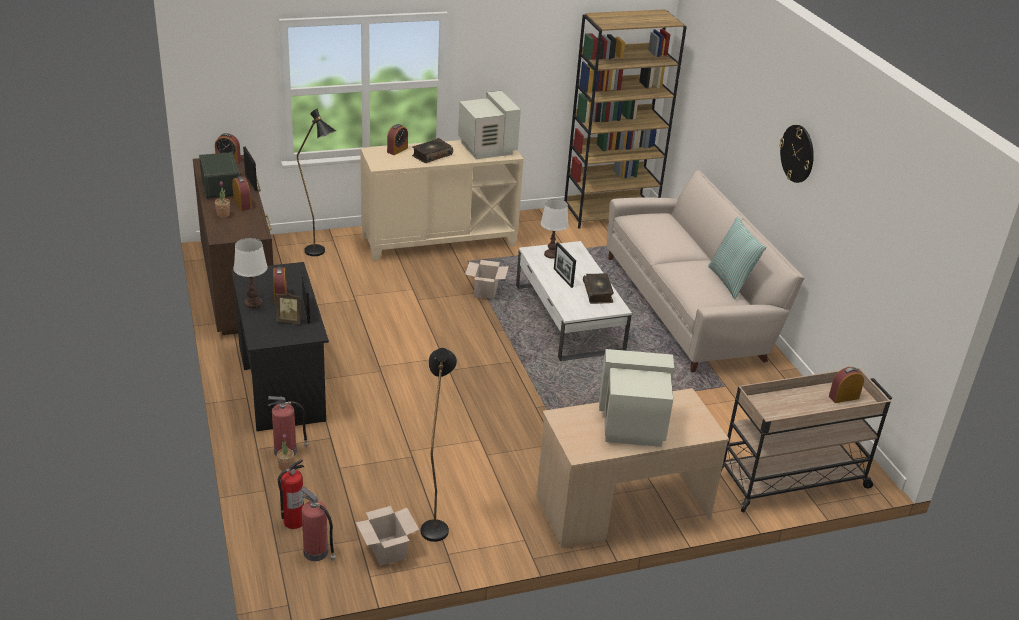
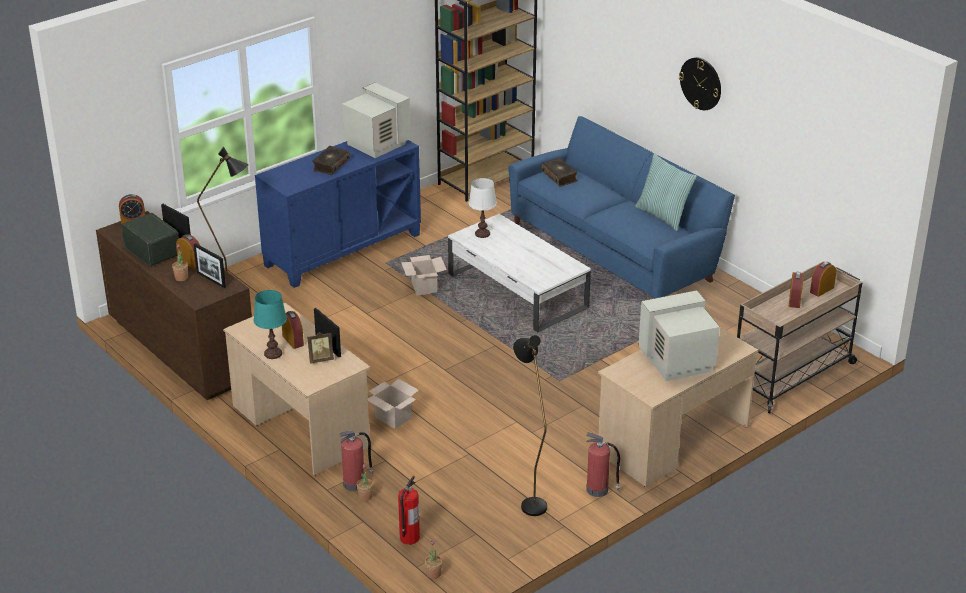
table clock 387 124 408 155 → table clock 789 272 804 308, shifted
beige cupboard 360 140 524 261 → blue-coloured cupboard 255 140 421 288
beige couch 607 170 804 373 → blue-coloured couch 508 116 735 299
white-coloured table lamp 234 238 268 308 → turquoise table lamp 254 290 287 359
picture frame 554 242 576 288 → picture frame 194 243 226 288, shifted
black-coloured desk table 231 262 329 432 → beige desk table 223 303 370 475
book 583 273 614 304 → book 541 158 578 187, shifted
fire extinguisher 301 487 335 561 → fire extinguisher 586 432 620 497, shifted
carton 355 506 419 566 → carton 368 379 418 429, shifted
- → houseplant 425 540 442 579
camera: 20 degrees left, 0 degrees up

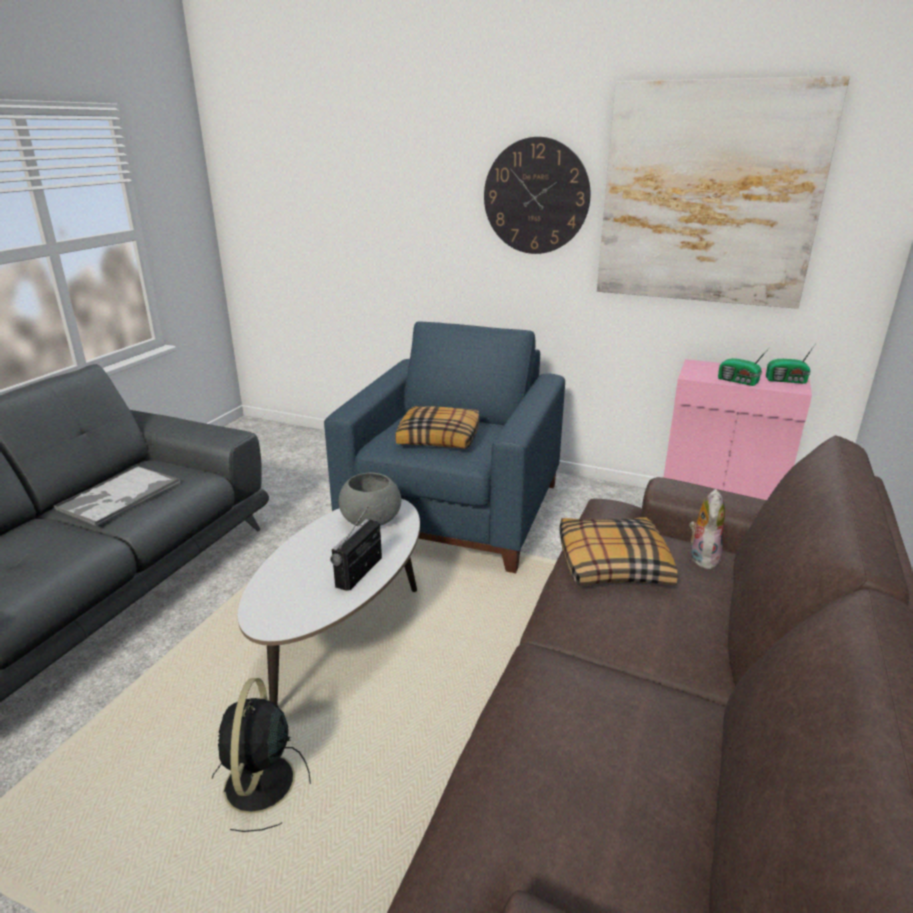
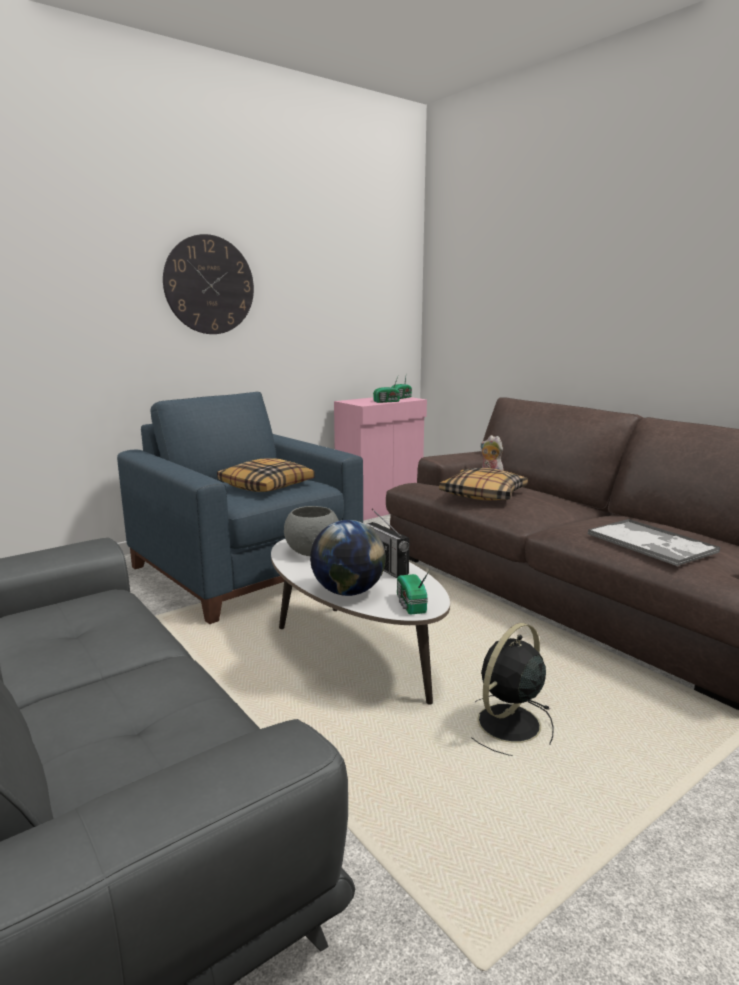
picture 597 76 850 309 → -
carrying tray 54 466 180 527 → carrying tray 587 519 721 566, shifted
black-coloured fan 212 678 311 832 → black-coloured fan 471 623 554 756, 105 degrees clockwise
- → globe 310 520 386 596
- → radio 397 570 430 614
camera: 60 degrees left, 10 degrees down

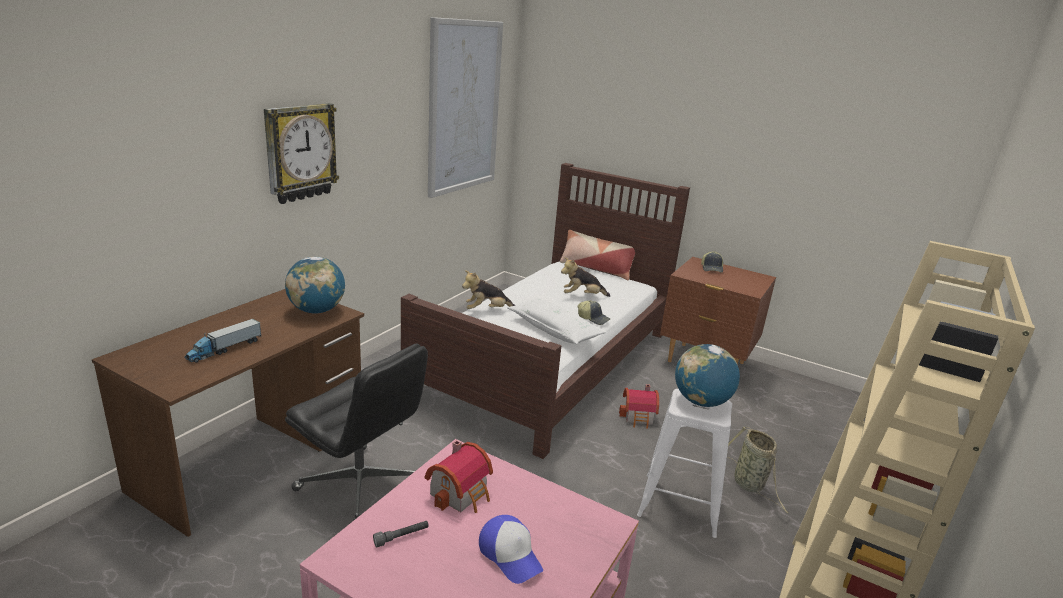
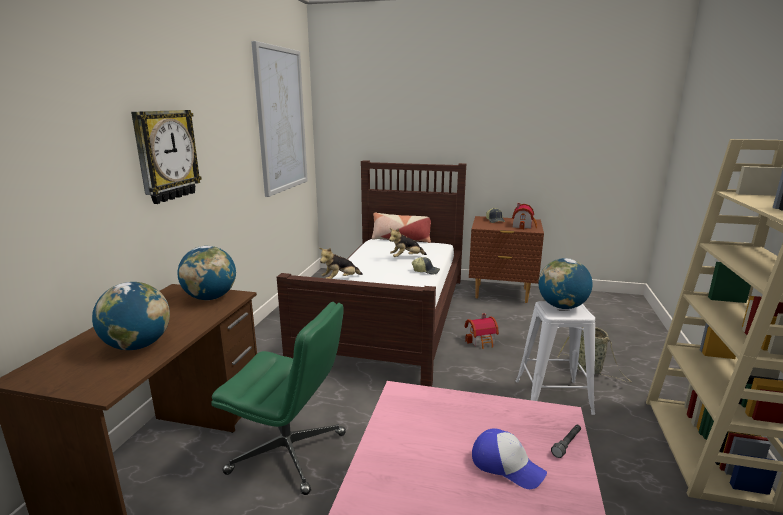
white-coloured throw pillow 507 298 606 344 → -
toy lorry 184 319 261 363 → globe 92 282 170 350
black-coloured desk chair 285 343 428 522 → green-coloured desk chair 211 302 346 495
model house 425 440 493 513 → model house 512 203 537 229, shifted
grey hand torch 373 521 429 547 → grey hand torch 551 425 581 458, shifted
camera: 15 degrees left, 5 degrees down

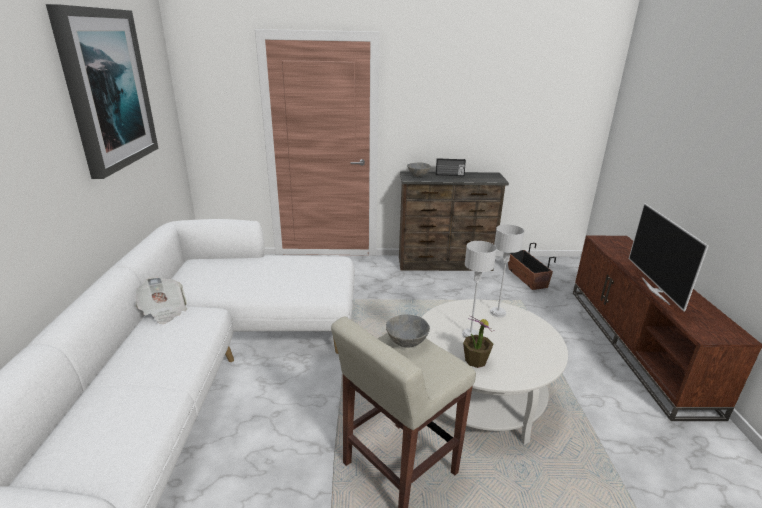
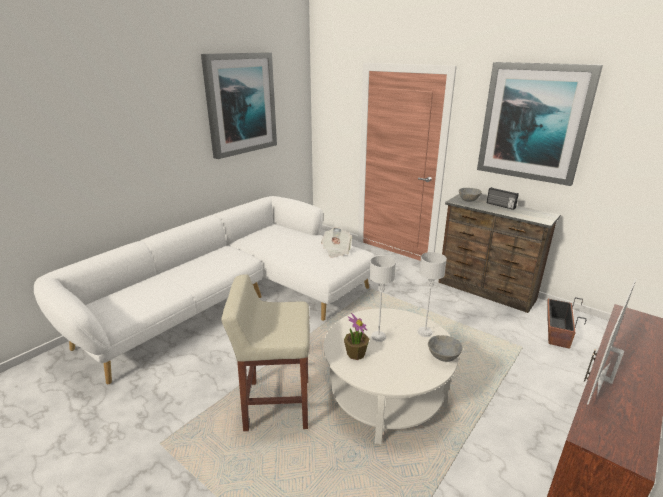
daily paper 135 277 187 324 → daily paper 321 227 352 258, shifted
grey serving bowl 386 314 430 347 → grey serving bowl 428 335 463 362, shifted
- → picture 477 62 603 186
camera: 40 degrees right, 0 degrees up

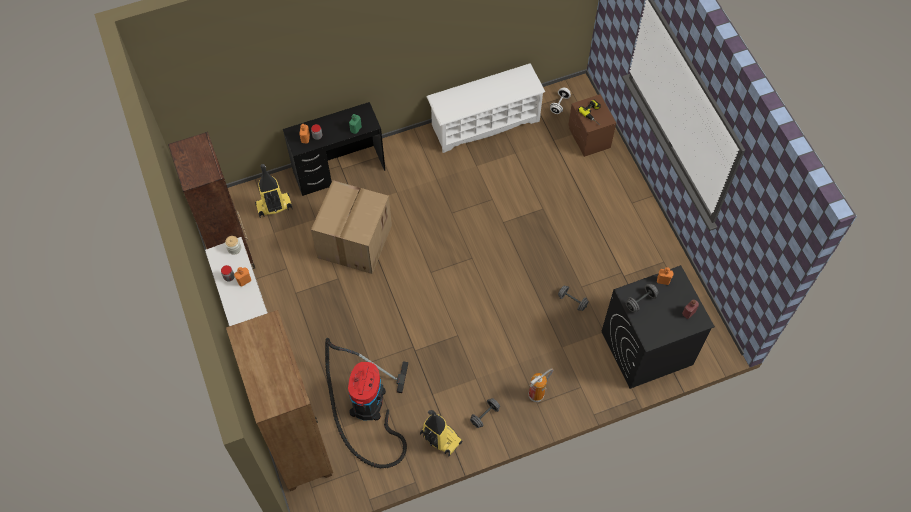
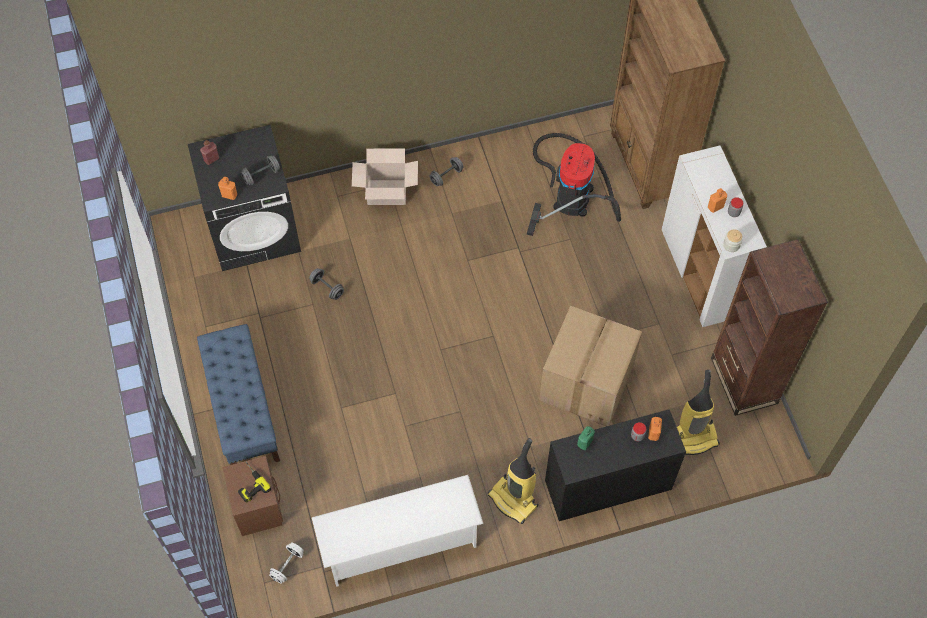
fire extinguisher 529 368 553 402 → carton 352 149 418 205
vacuum 420 410 462 457 → vacuum 488 438 539 524, shifted
- → blue-coloured long seat 197 324 280 465
camera: 175 degrees left, 0 degrees up

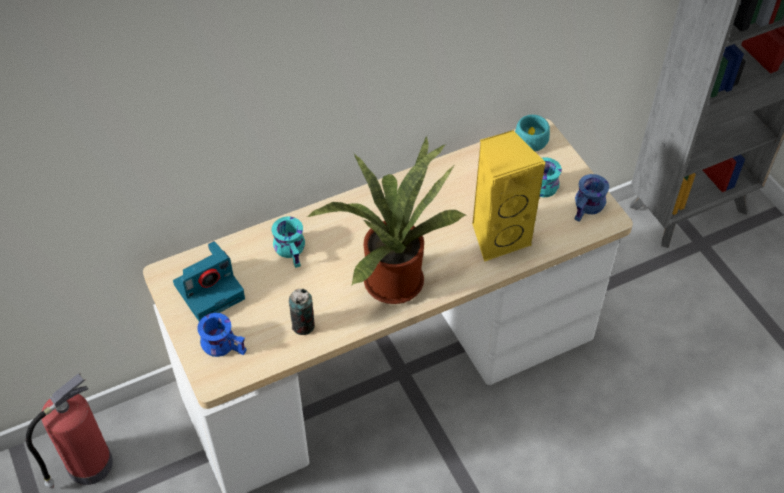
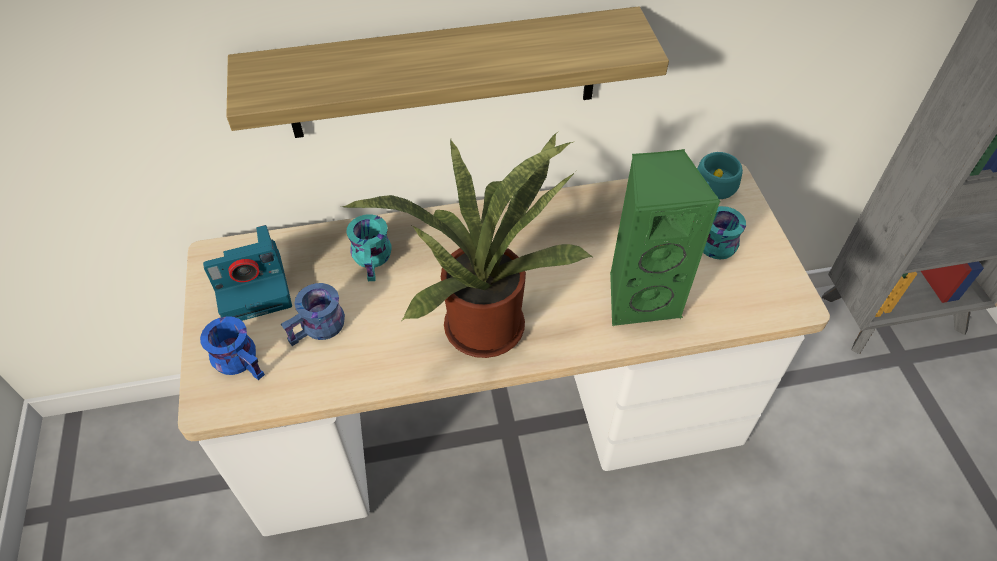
yellowish loudspeaker 472 130 546 262 → green-coloured loudspeaker 610 149 720 326
blue-coloured coffee mug 575 174 609 222 → blue-coloured coffee mug 281 283 345 346, shifted
metal can 289 289 315 335 → -
fire extinguisher 26 374 113 489 → -
- → shelf 226 6 669 138
camera: 15 degrees right, 0 degrees up

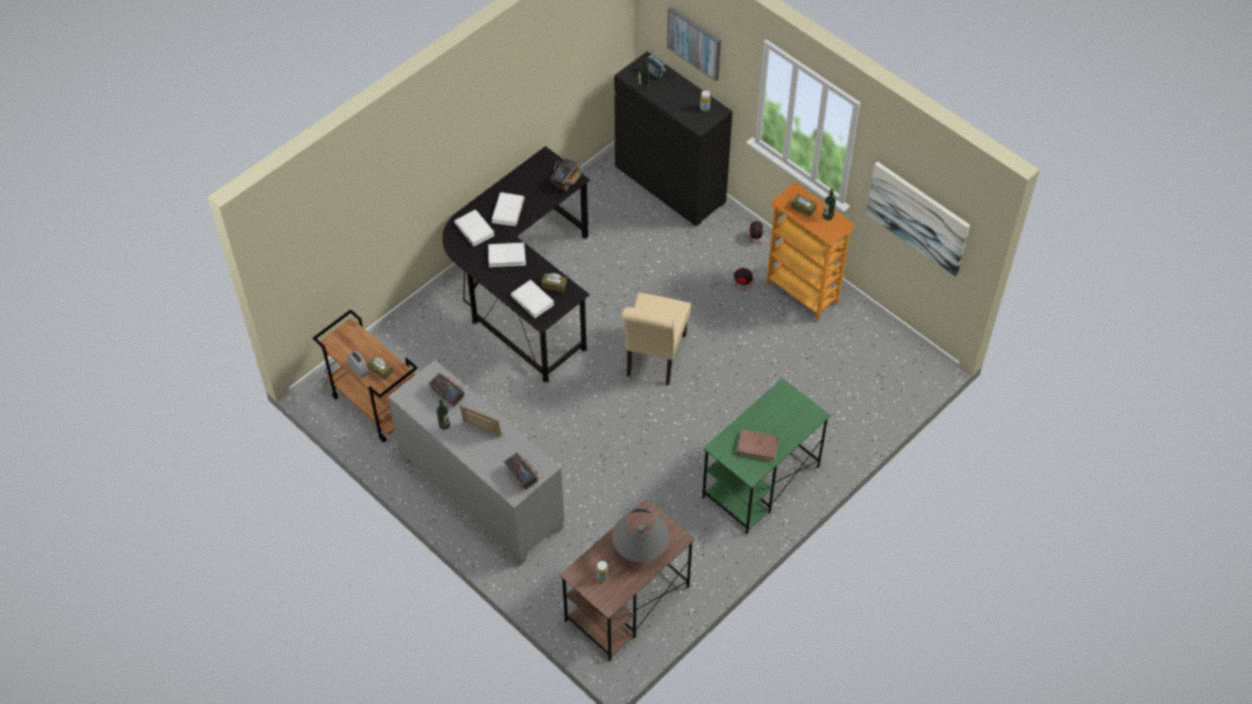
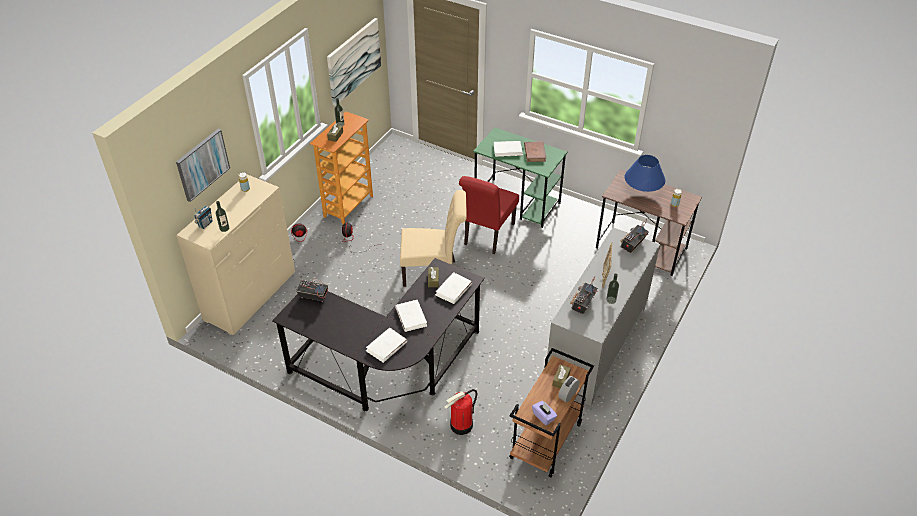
black-coloured chest of drawers 614 52 733 226 → beige chest of drawers 176 174 295 335
white-coloured book 491 192 525 226 → white-coloured book 494 141 523 157, shifted
grey table lamp 612 508 669 562 → blue-coloured table lamp 625 155 665 192
- → reddish plain chair 459 176 519 254
- → fire extinguisher 444 389 477 435
- → purplish tissue box 532 401 557 426
camera: 105 degrees left, 10 degrees down

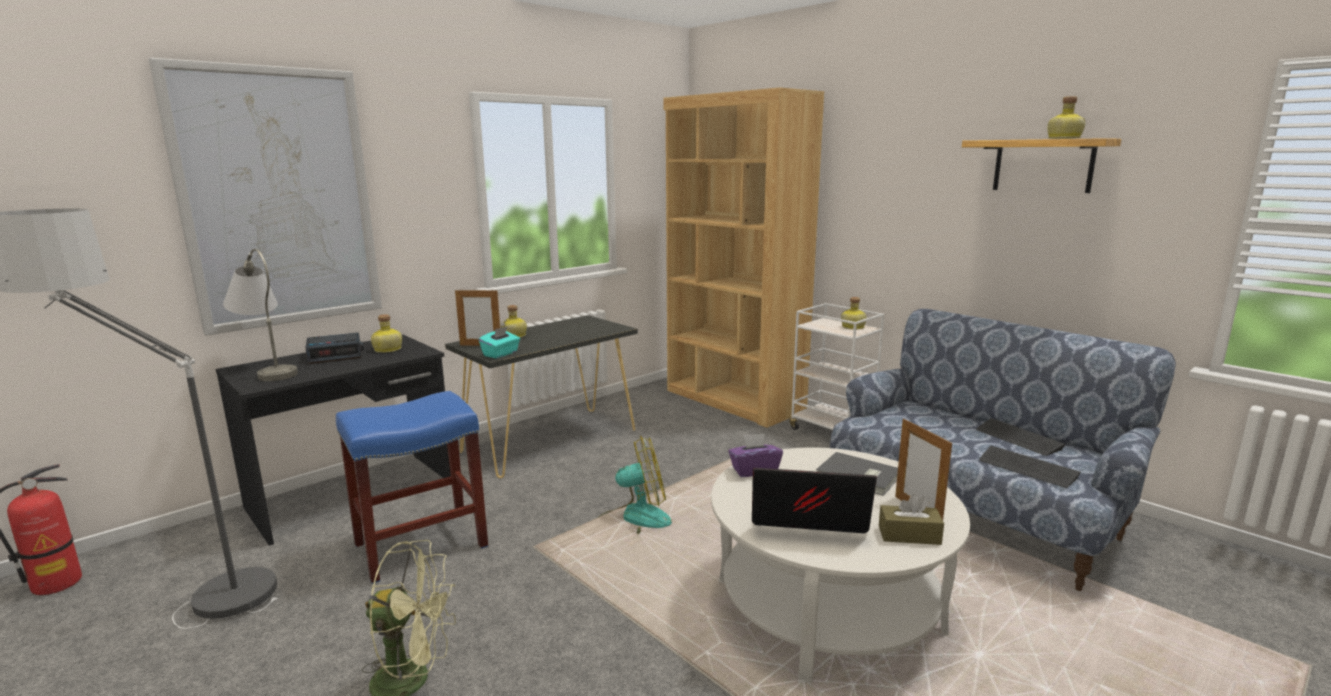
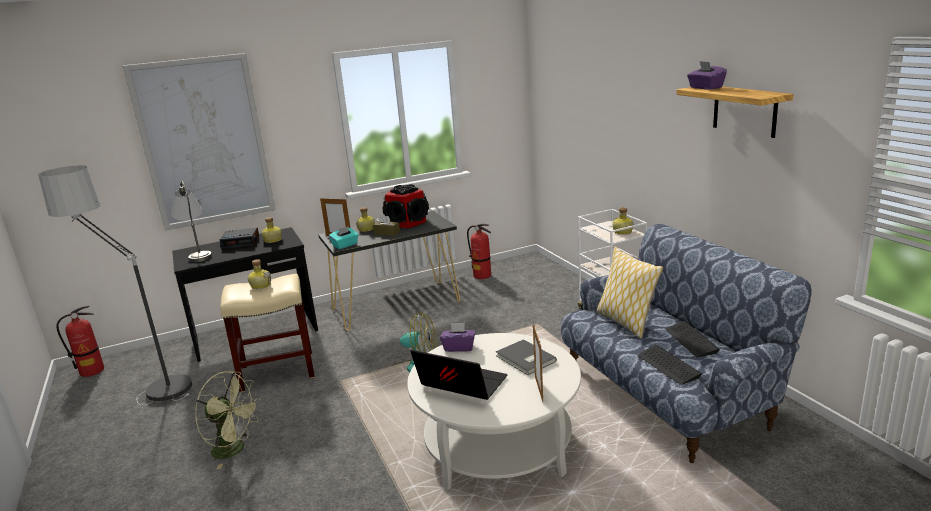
brown-coloured bookshelf 664 87 824 428 → -
beverage bottle 1047 96 1086 139 → beverage bottle 248 259 271 289, shifted
blue-coloured stool 336 391 488 584 → beige stool 220 274 315 393
brown-coloured tissue box 879 493 944 545 → brown-coloured tissue box 373 214 400 236, shifted
- → purplish tissue box 687 61 727 90
- → loudspeaker 383 184 429 228
- → fire extinguisher 467 224 491 279
- → throw pillow 596 247 663 338
camera: 20 degrees right, 5 degrees up

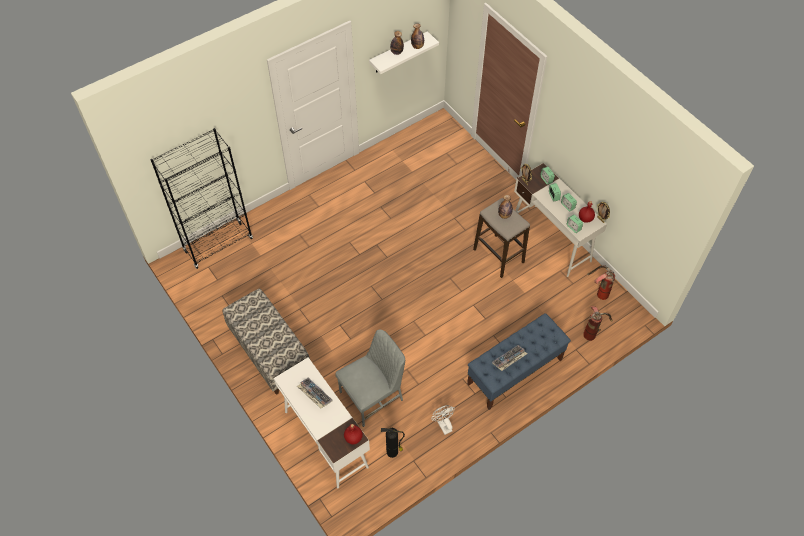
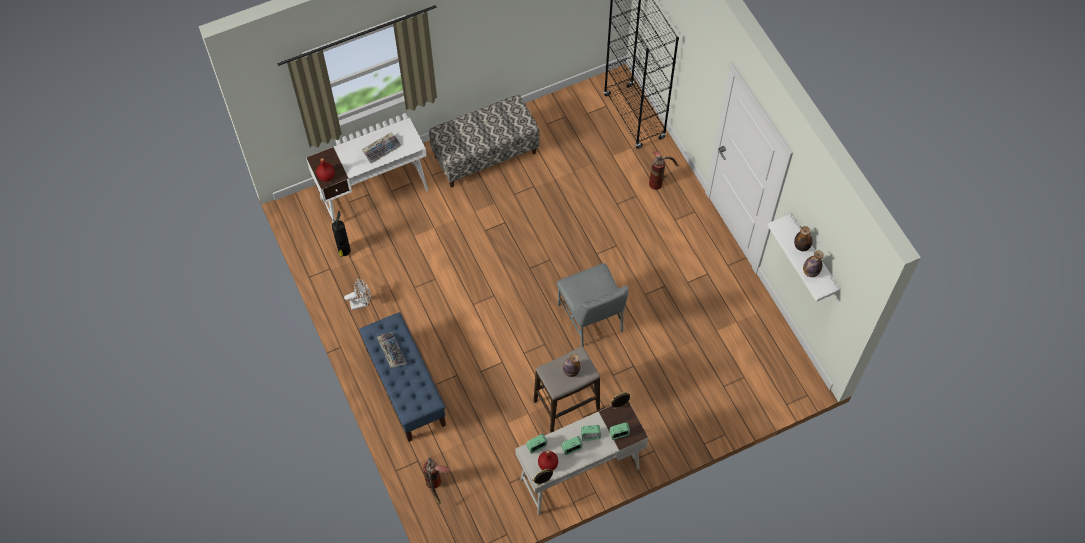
fire extinguisher 587 266 615 300 → fire extinguisher 649 151 679 190, shifted
grey plain chair 335 330 405 427 → grey plain chair 557 263 629 347, shifted
camera: 100 degrees right, 5 degrees up

